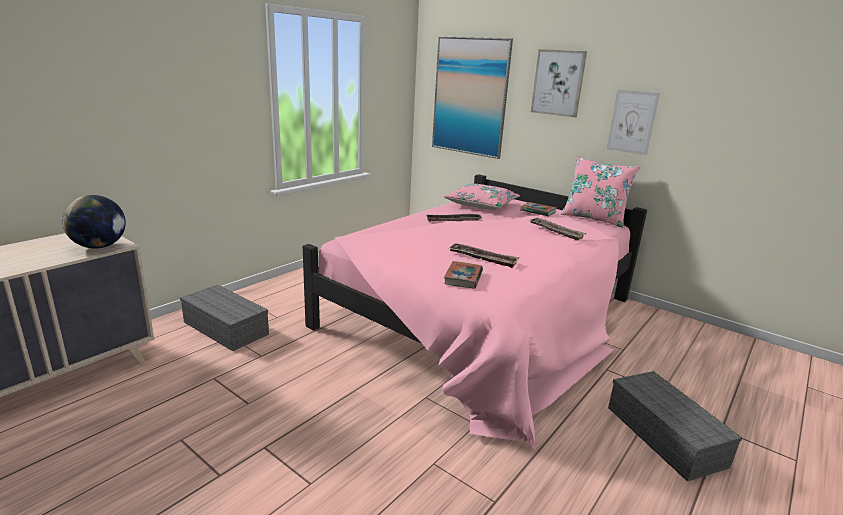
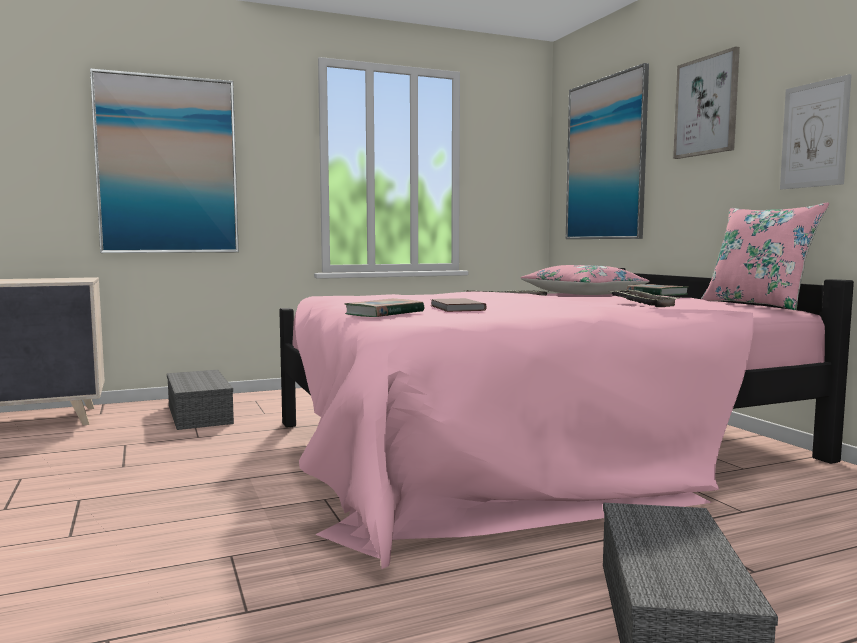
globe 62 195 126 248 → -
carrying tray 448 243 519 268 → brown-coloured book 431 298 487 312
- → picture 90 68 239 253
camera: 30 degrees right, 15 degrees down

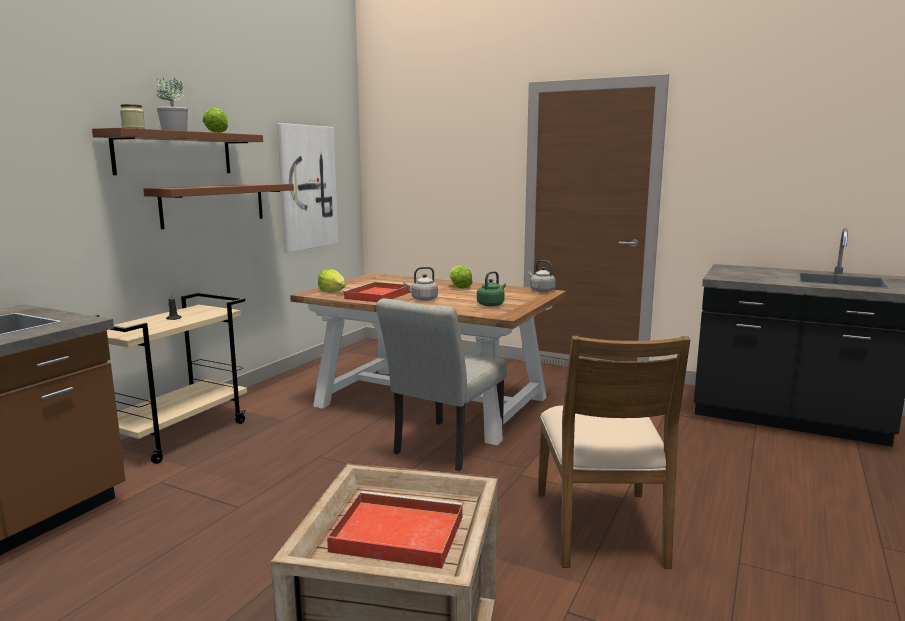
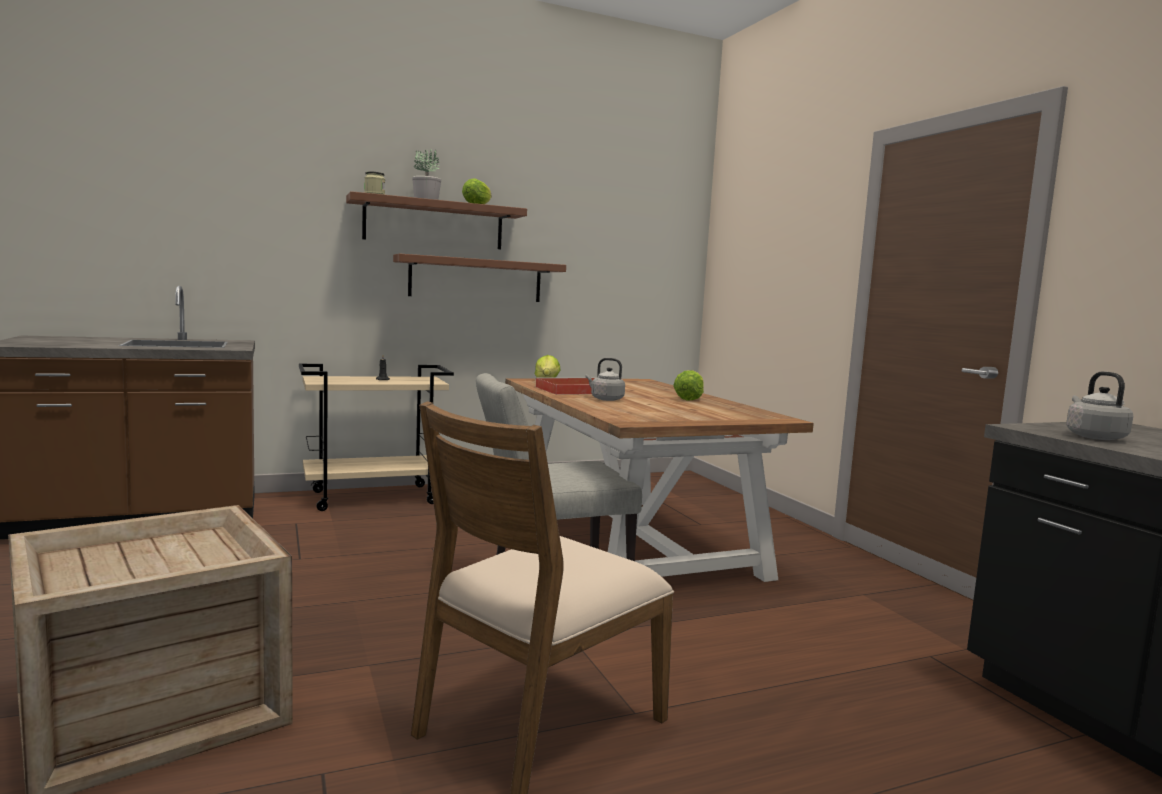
picture 277 123 338 252 → -
grey kettle 528 260 556 292 → grey kettle 1066 372 1133 440, shifted
green-coloured kettle 477 271 506 307 → -
reddish carrying tray 327 491 463 569 → -
camera: 40 degrees right, 5 degrees down

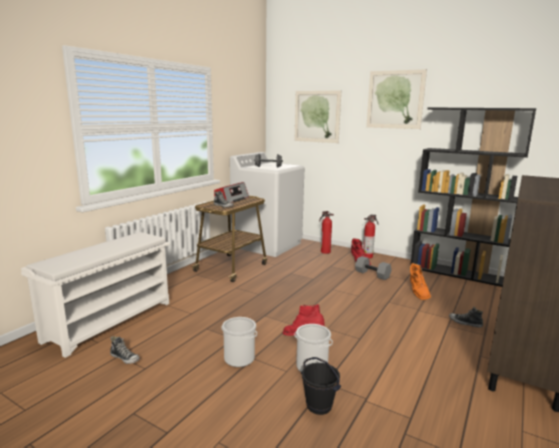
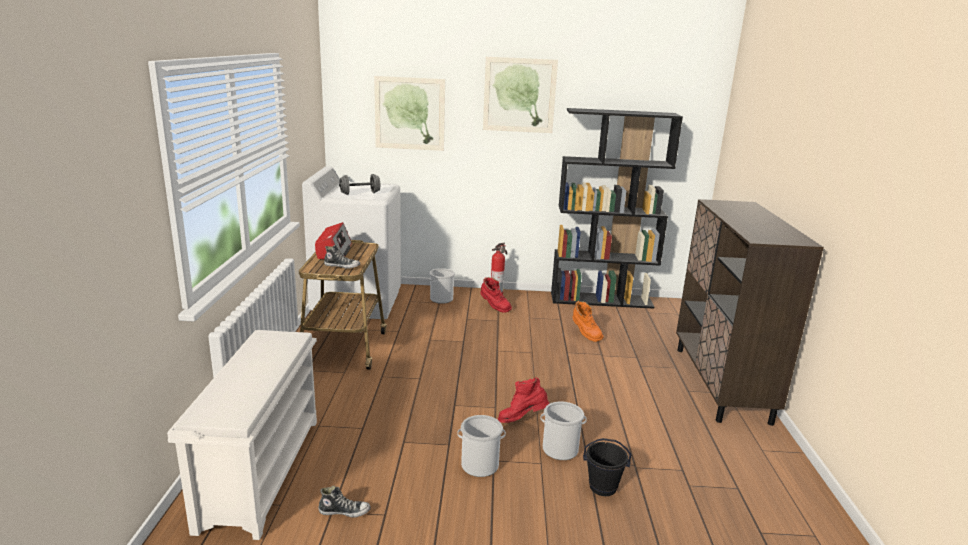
fire extinguisher 319 211 334 254 → bucket 429 268 455 304
grey hand weight 355 256 392 280 → -
item of footwear 449 307 483 328 → -
camera: 30 degrees left, 5 degrees up

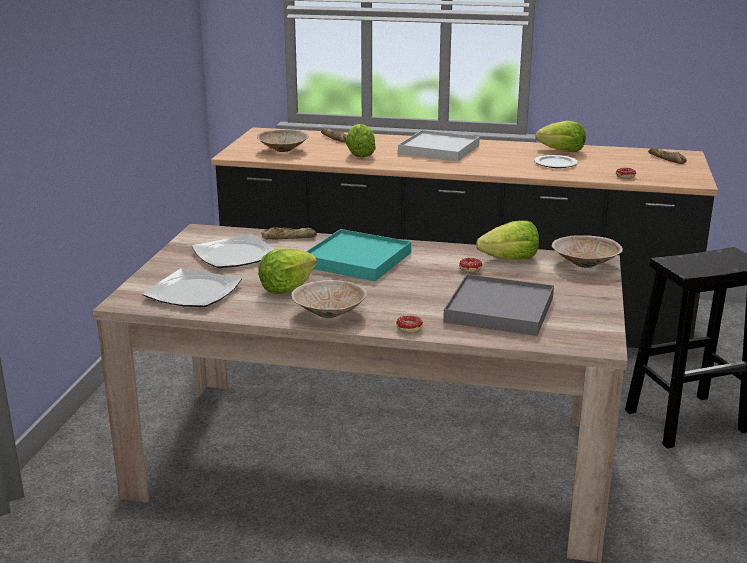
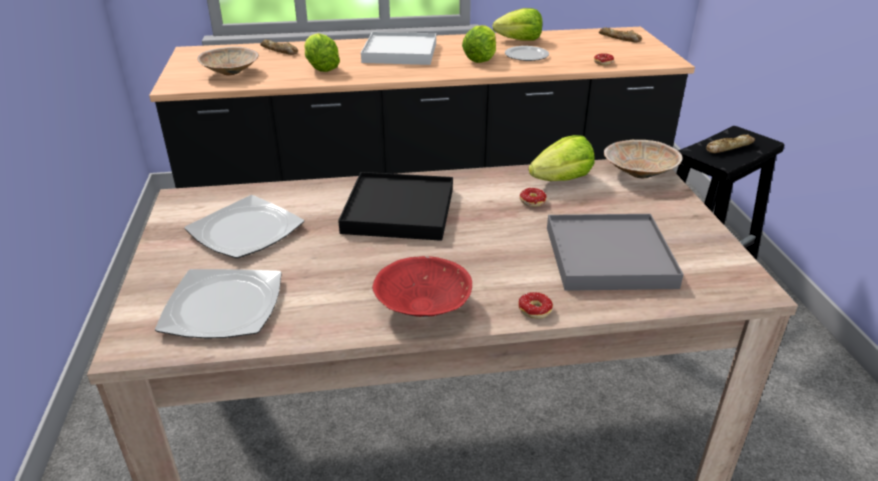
baked bread 261 227 317 239 → baked bread 706 135 755 153, shifted
turquoise carrying tray 306 229 411 281 → black-coloured carrying tray 338 172 453 241
head of lettuce 258 248 317 294 → head of lettuce 462 25 496 63, shifted
beige serving bowl 291 280 367 318 → reddish serving bowl 372 256 472 317
camera: 20 degrees left, 10 degrees up

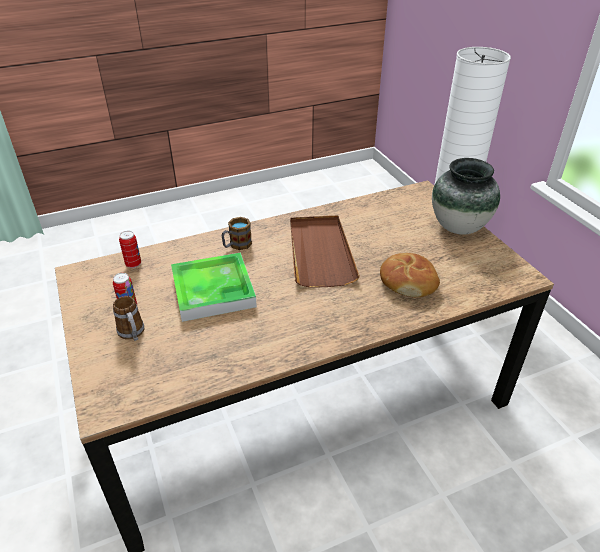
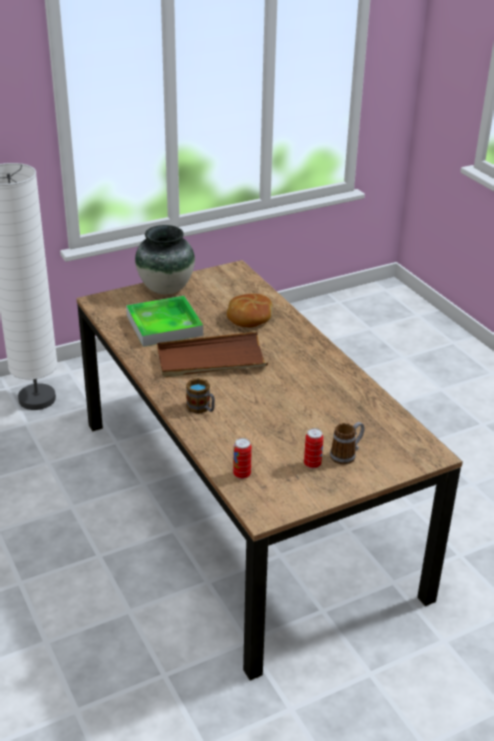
carrying tray 171 252 257 322 → carrying tray 126 296 203 347, shifted
camera: 95 degrees left, 5 degrees down

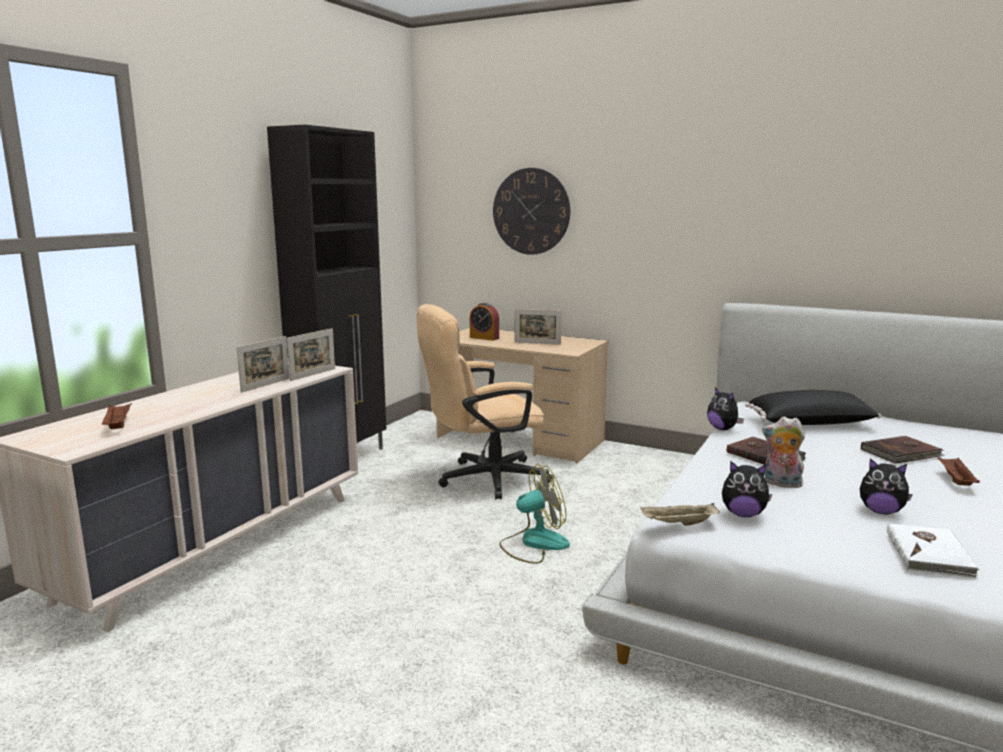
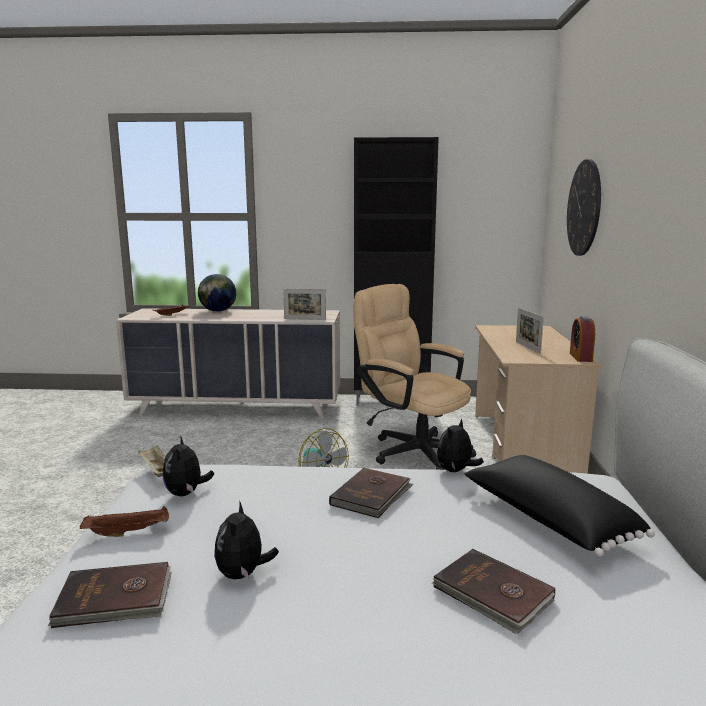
table clock 470 303 499 341 → table clock 570 316 595 362, shifted
picture frame 236 336 289 393 → -
cuddly toy 762 417 805 488 → -
brown-coloured carrying tray 937 457 980 486 → brown-coloured carrying tray 80 506 169 537, shifted
white-coloured book 887 523 979 578 → brown-coloured book 48 562 172 628
- → globe 198 274 236 312
camera: 65 degrees right, 0 degrees up

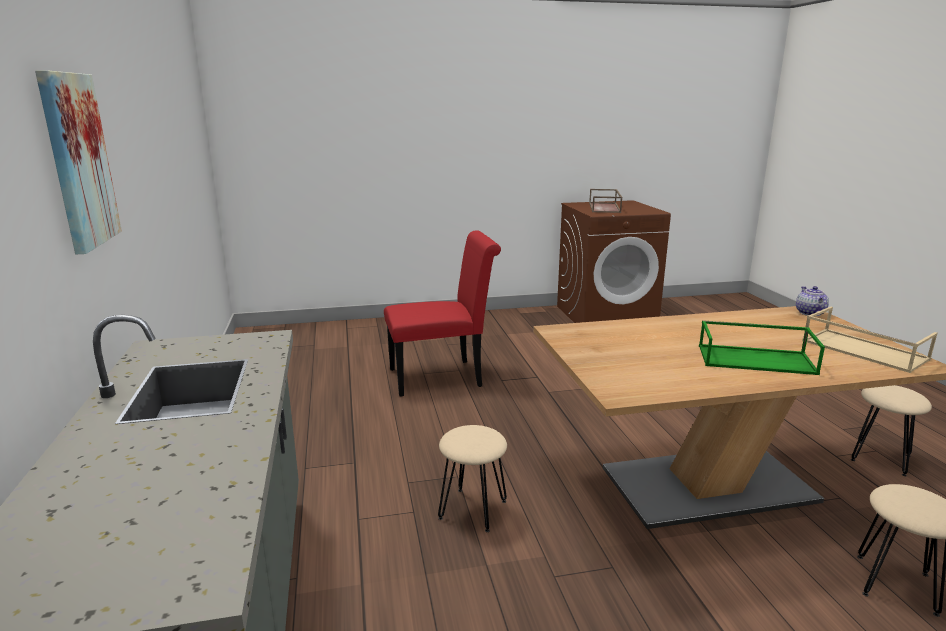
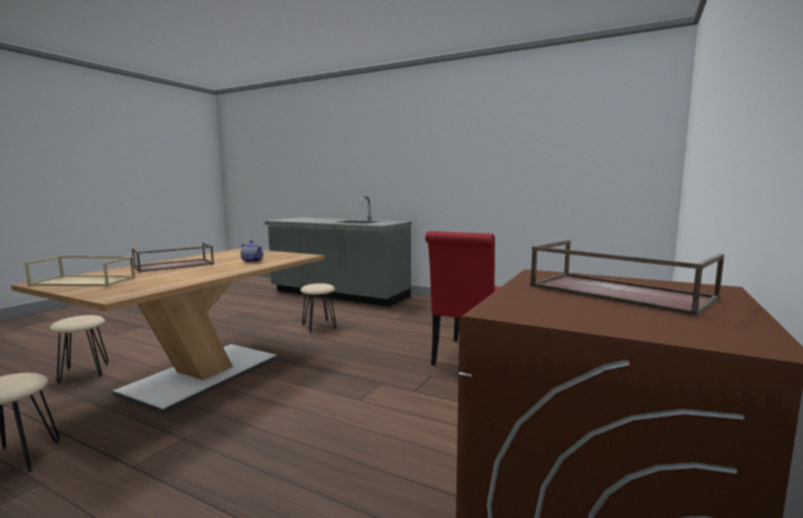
picture 35 70 122 254 → -
tea pot 796 286 829 316 → tea pot 241 240 263 263, shifted
green-coloured carrying tray 699 320 825 375 → brown-coloured carrying tray 132 243 214 272
camera: 130 degrees right, 10 degrees down

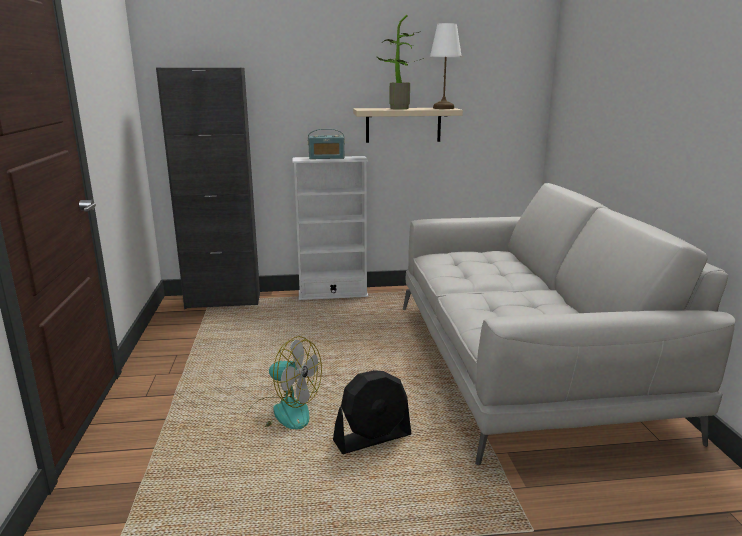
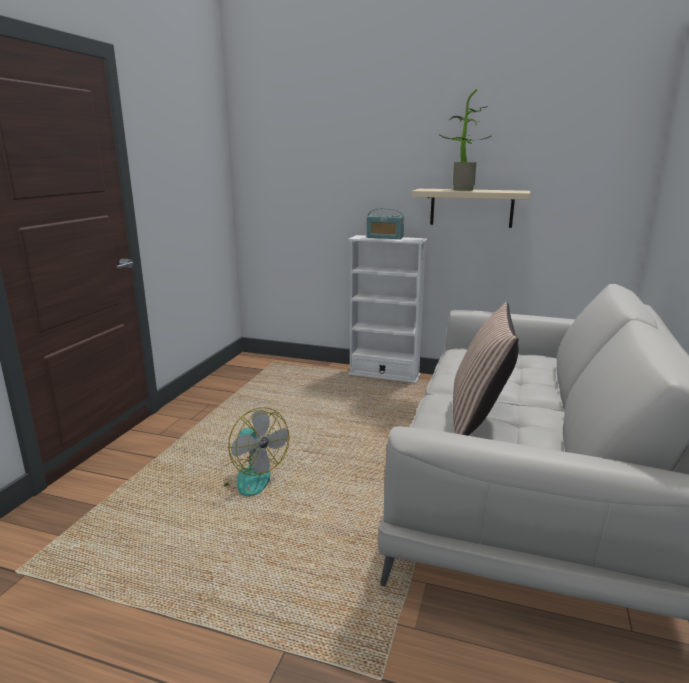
white-coloured table lamp 430 23 462 109 → -
black-coloured cupboard 156 68 260 309 → -
black-coloured fan 333 370 412 454 → -
- → throw pillow 453 302 518 436
camera: 25 degrees right, 0 degrees up

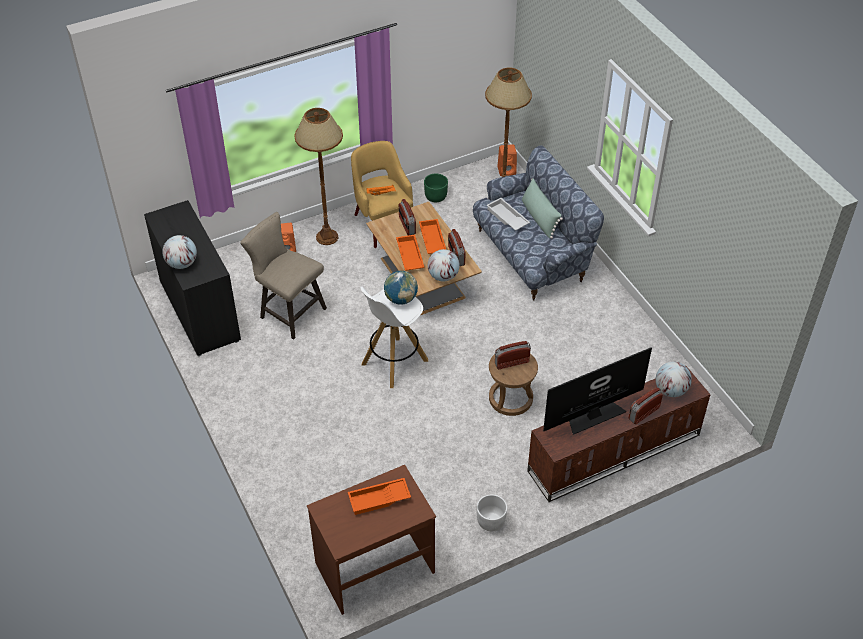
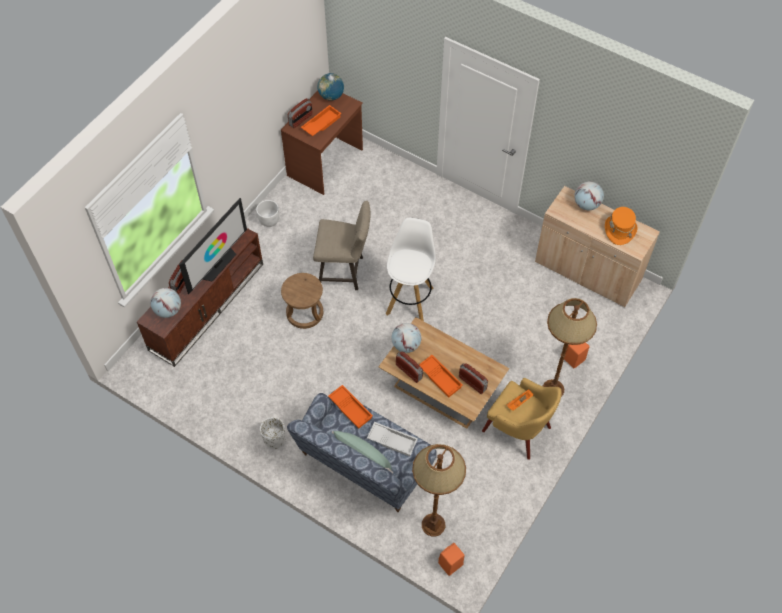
green-coloured flower pot 424 173 448 203 → -
black-coloured cupboard 144 200 241 356 → beige cupboard 535 186 660 307
beige stool 240 212 327 340 → beige stool 313 201 370 290, shifted
orangey carrying tray 396 235 425 271 → orangey carrying tray 328 385 373 429, shifted
globe 384 271 418 305 → globe 317 73 344 101, shifted
radio 495 341 531 370 → radio 288 98 313 128, shifted
- → orangey wearable hat 605 207 638 245
- → white-coloured flower pot 260 417 285 449
camera: 150 degrees right, 10 degrees up

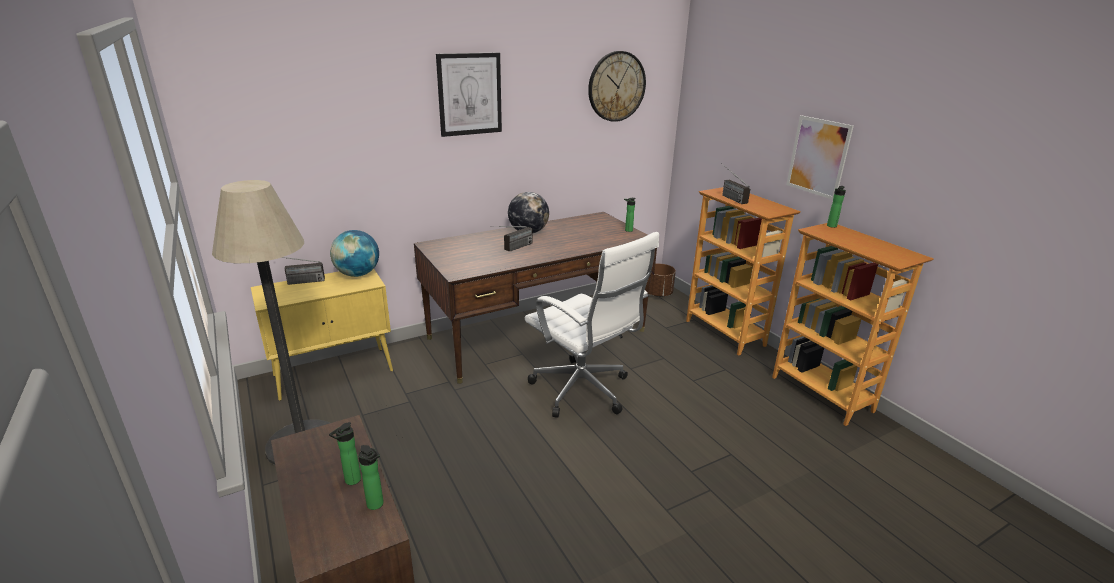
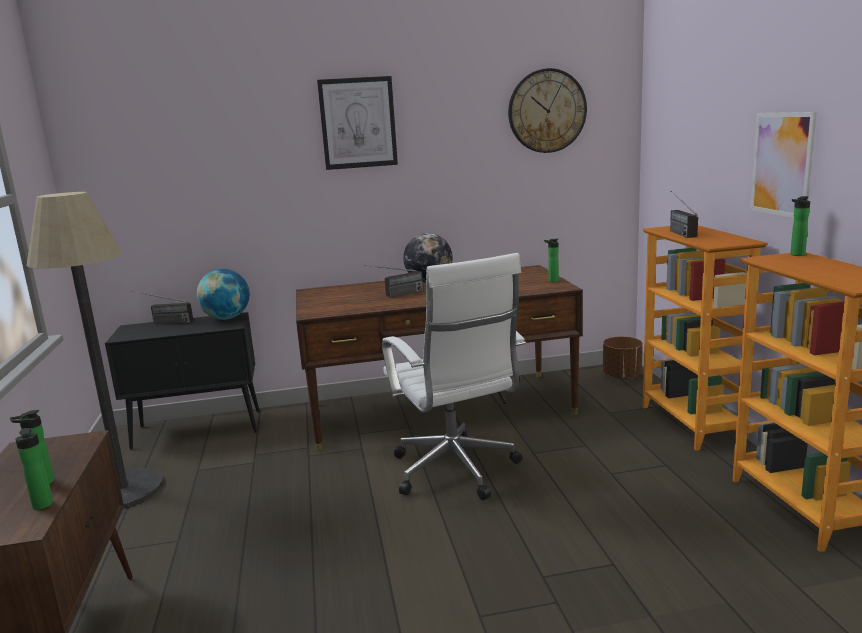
yellowish cupboard 251 269 393 401 → black-coloured cupboard 105 312 260 449
camera: 20 degrees right, 10 degrees down

